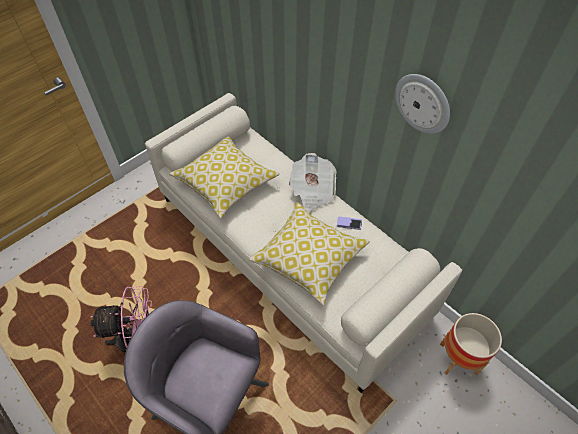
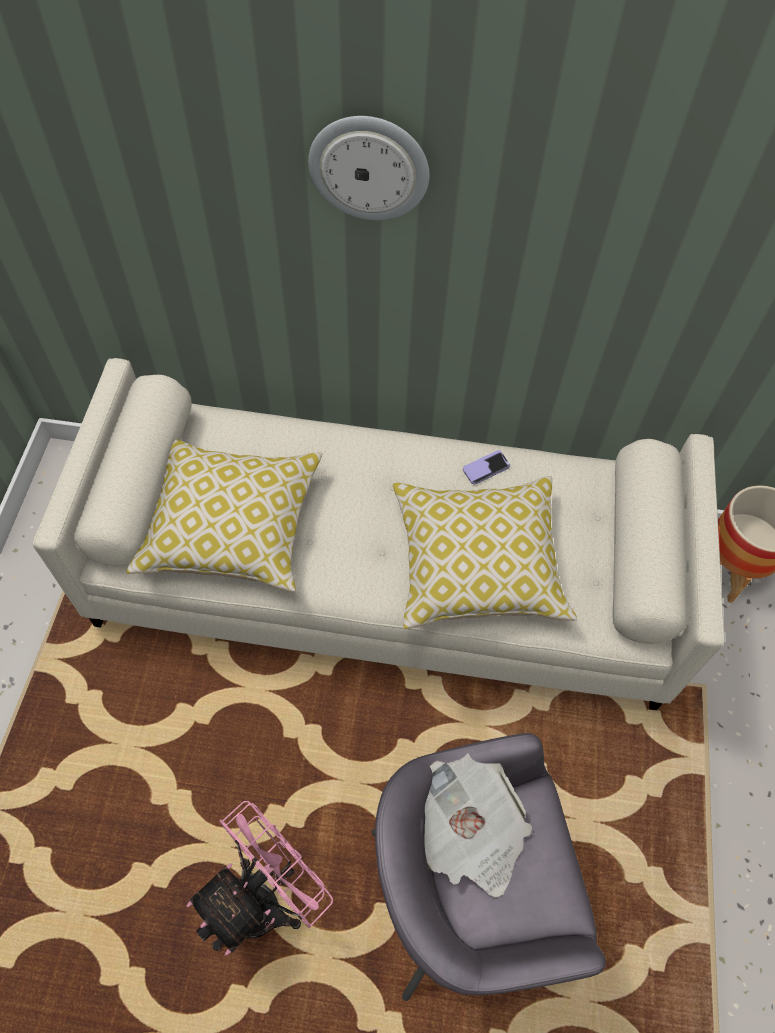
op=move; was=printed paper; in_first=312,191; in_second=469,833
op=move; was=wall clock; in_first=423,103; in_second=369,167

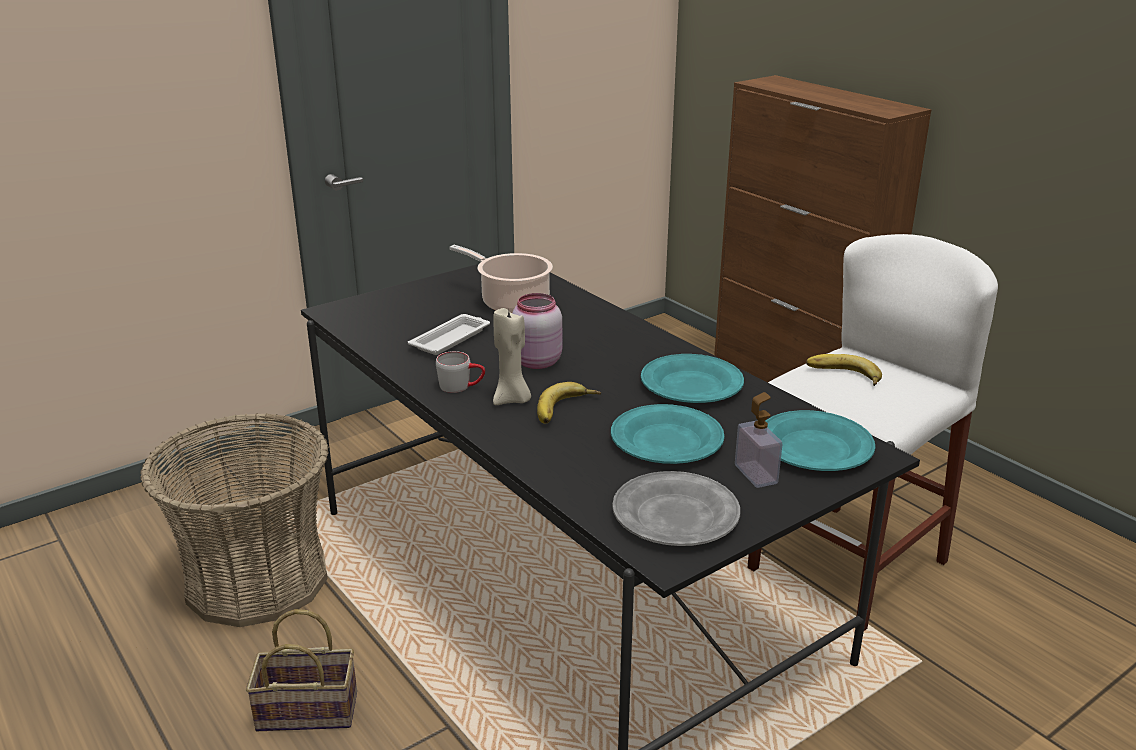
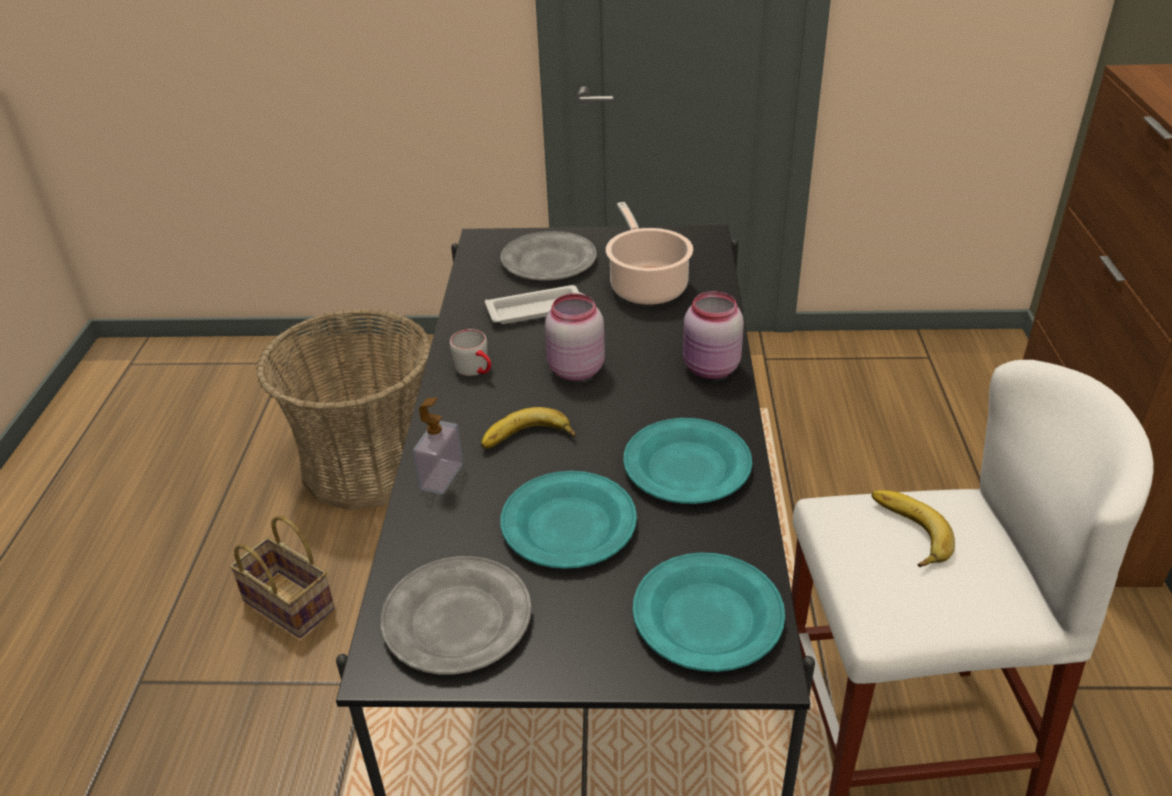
op=delete; was=sand-coloured candle; in_first=512,400
op=insert; now=gray flat dish; in_second=549,262
op=insert; now=pink-coloured jar; in_second=710,369
op=move; was=soap bottle; in_first=755,474; in_second=441,476

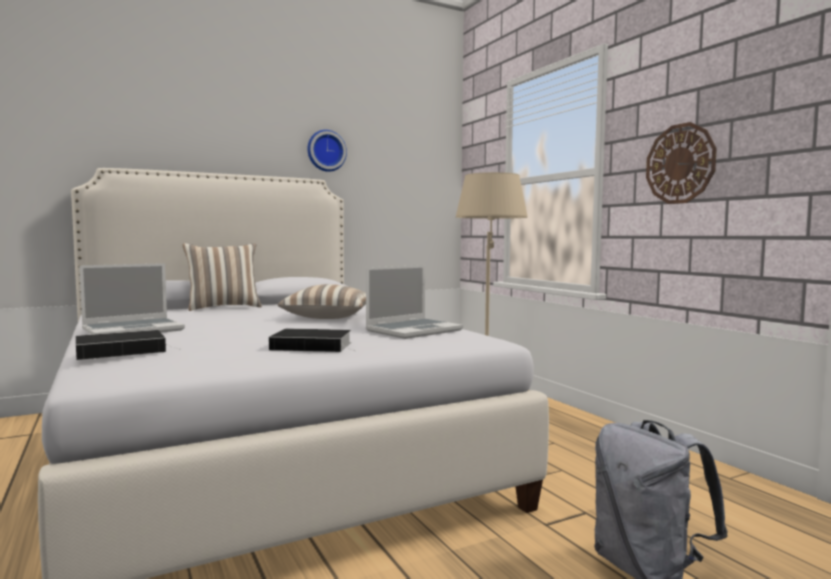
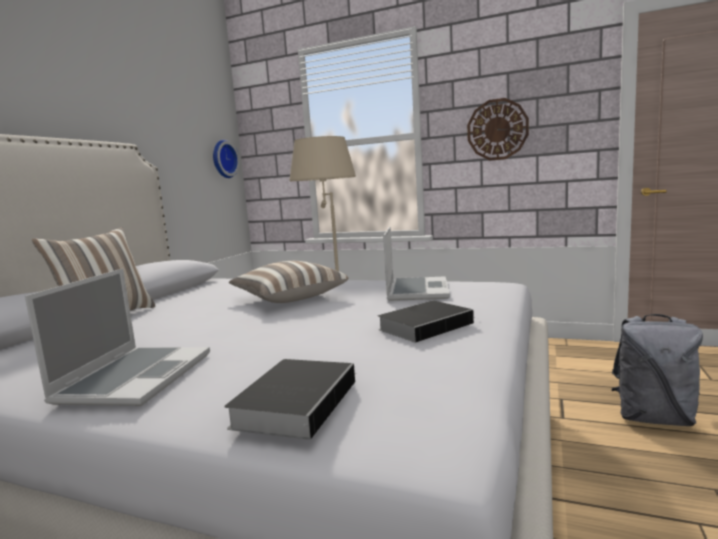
op=move; was=wall clock; in_first=326,151; in_second=223,159

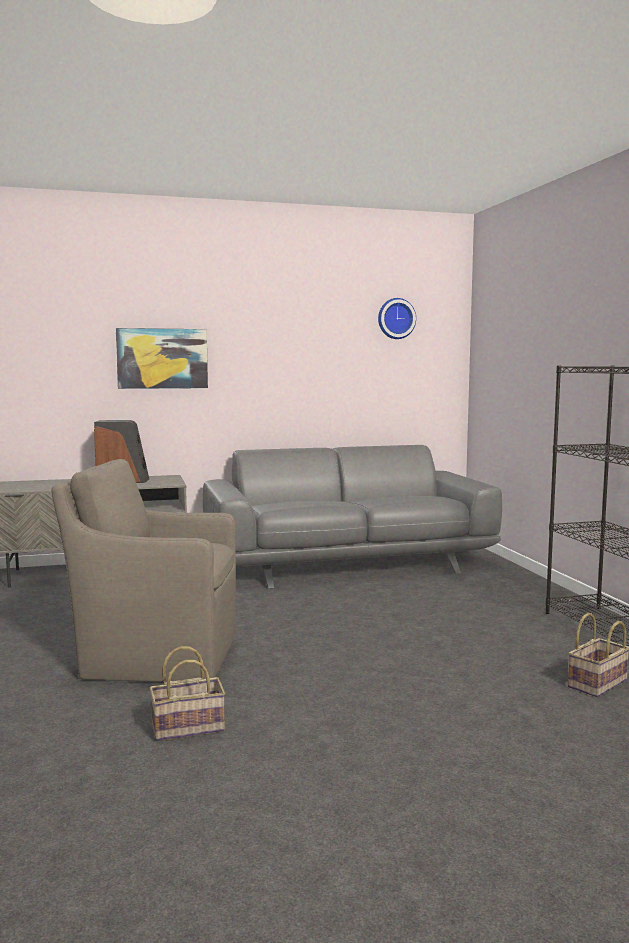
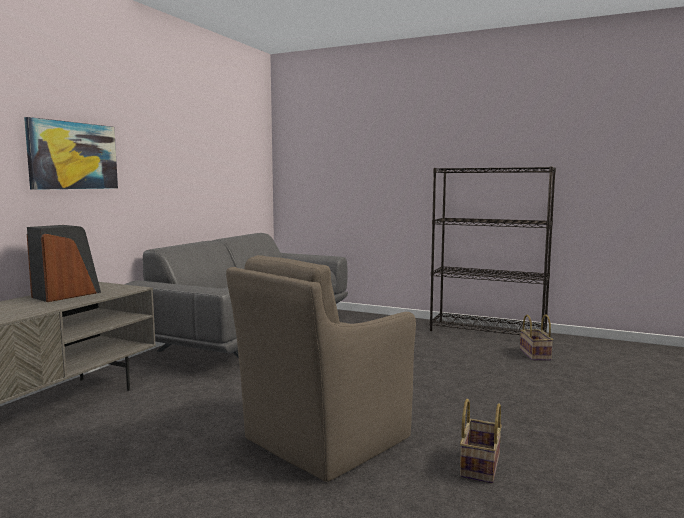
op=delete; was=wall clock; in_first=395,318

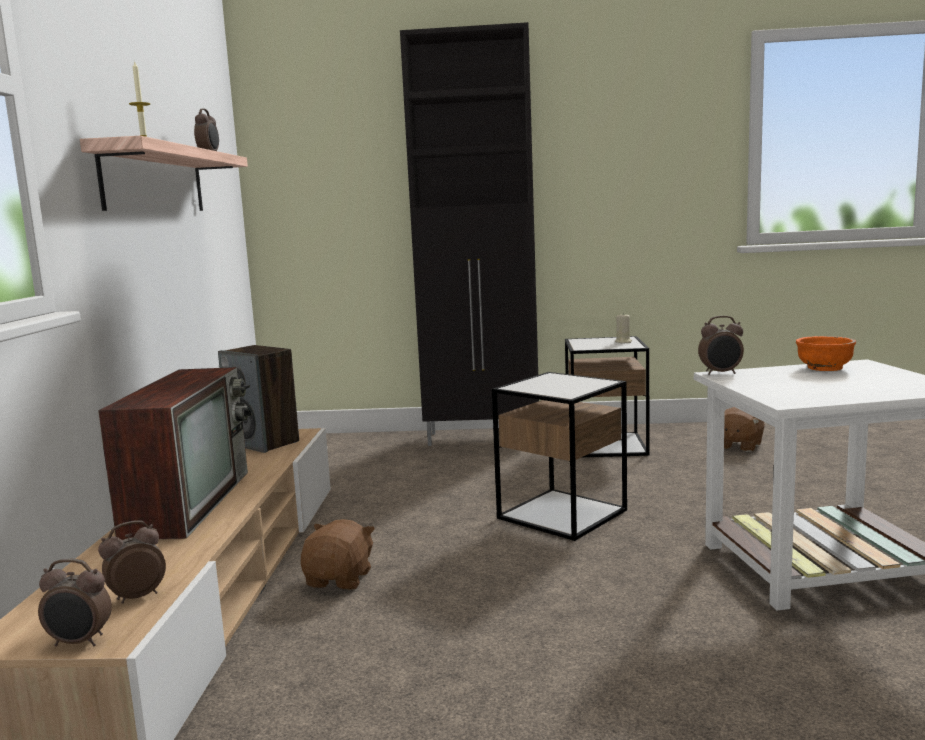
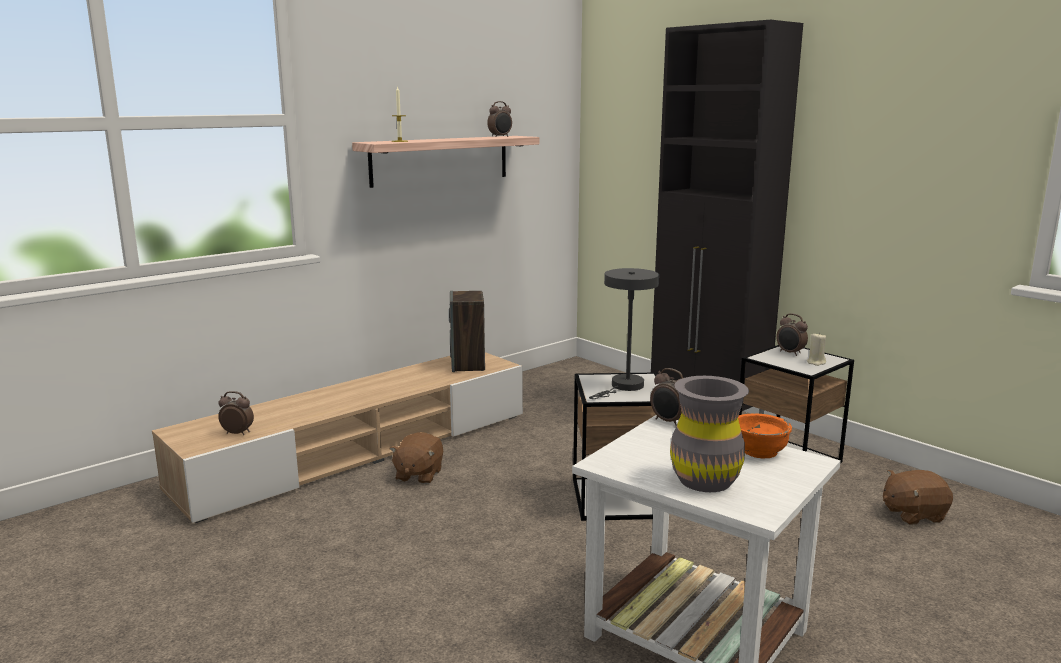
op=delete; was=TV; in_first=189,501
op=insert; now=gray table lamp; in_second=624,387
op=insert; now=gray decorative vase; in_second=705,480
op=move; was=bedside clock; in_first=79,642; in_second=790,353
op=rotate; was=brownish plush toy; in_first=340,579; in_second=418,475; clockwise=135

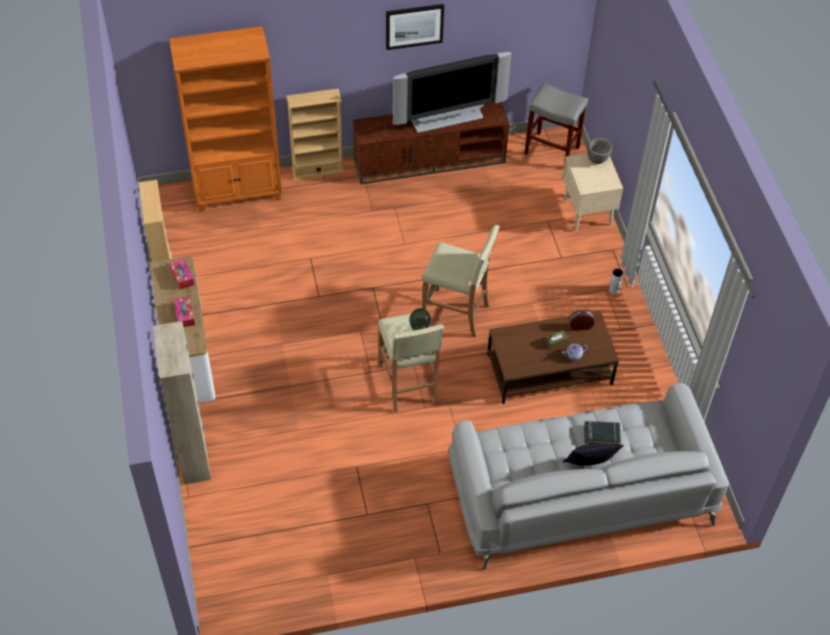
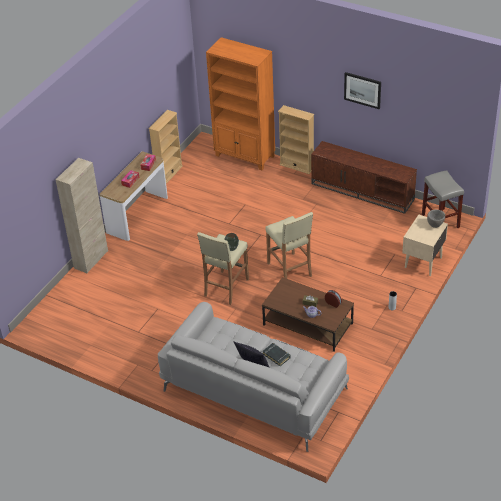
op=delete; was=TV; in_first=447,118

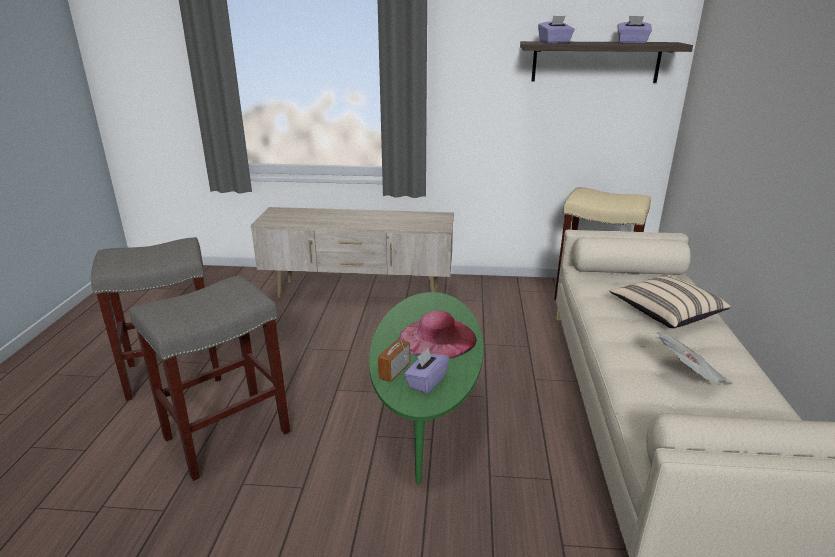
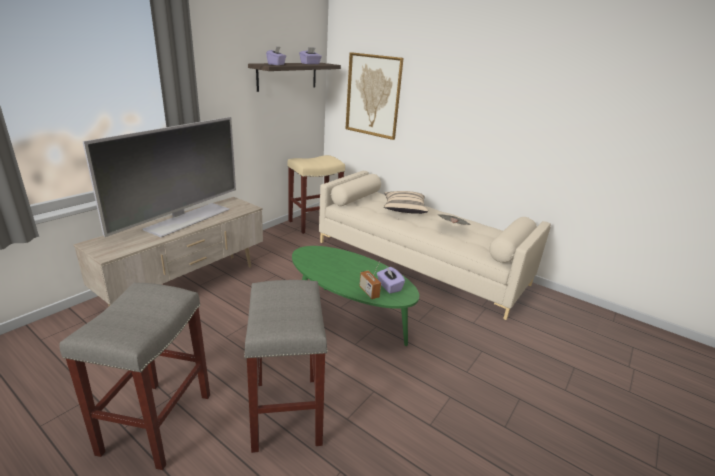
op=delete; was=pink-coloured hat; in_first=437,338
op=insert; now=TV; in_second=187,218
op=insert; now=picture; in_second=373,96

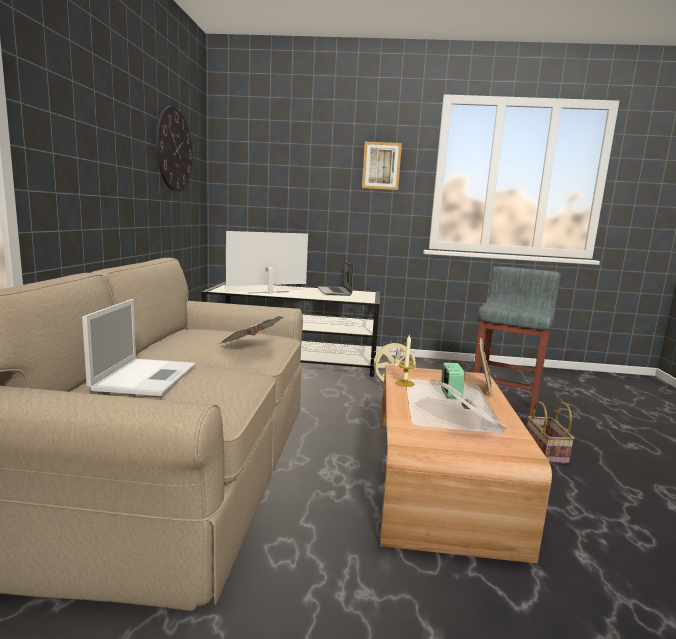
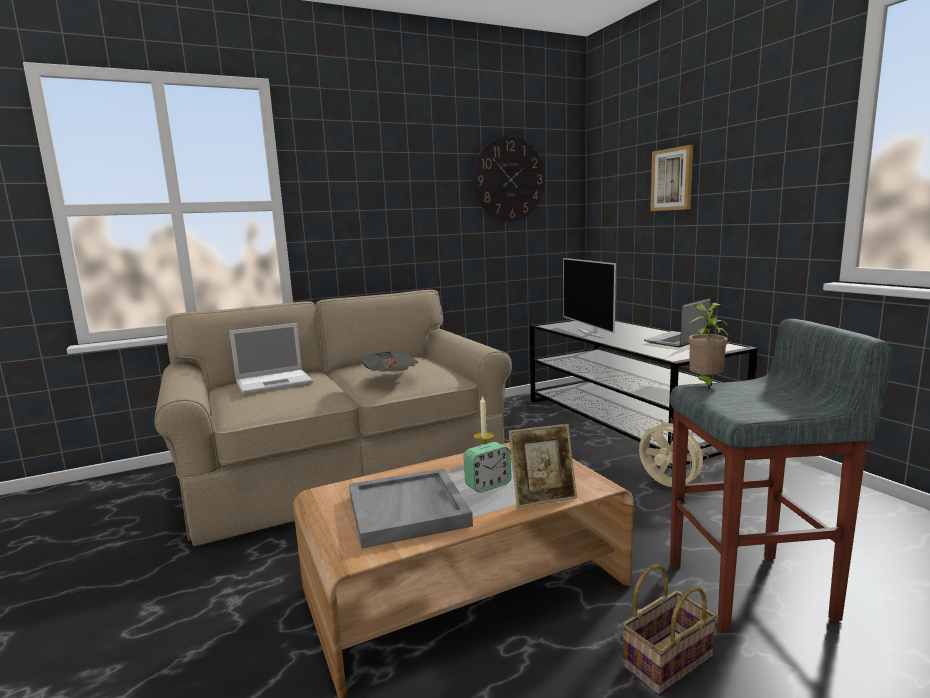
op=insert; now=houseplant; in_second=705,384
op=move; was=picture; in_first=381,166; in_second=672,179
op=replace; was=printed paper; now=gray tray; in_first=468,422; in_second=409,511
op=rotate; was=TV; in_first=268,292; in_second=591,333; clockwise=-135

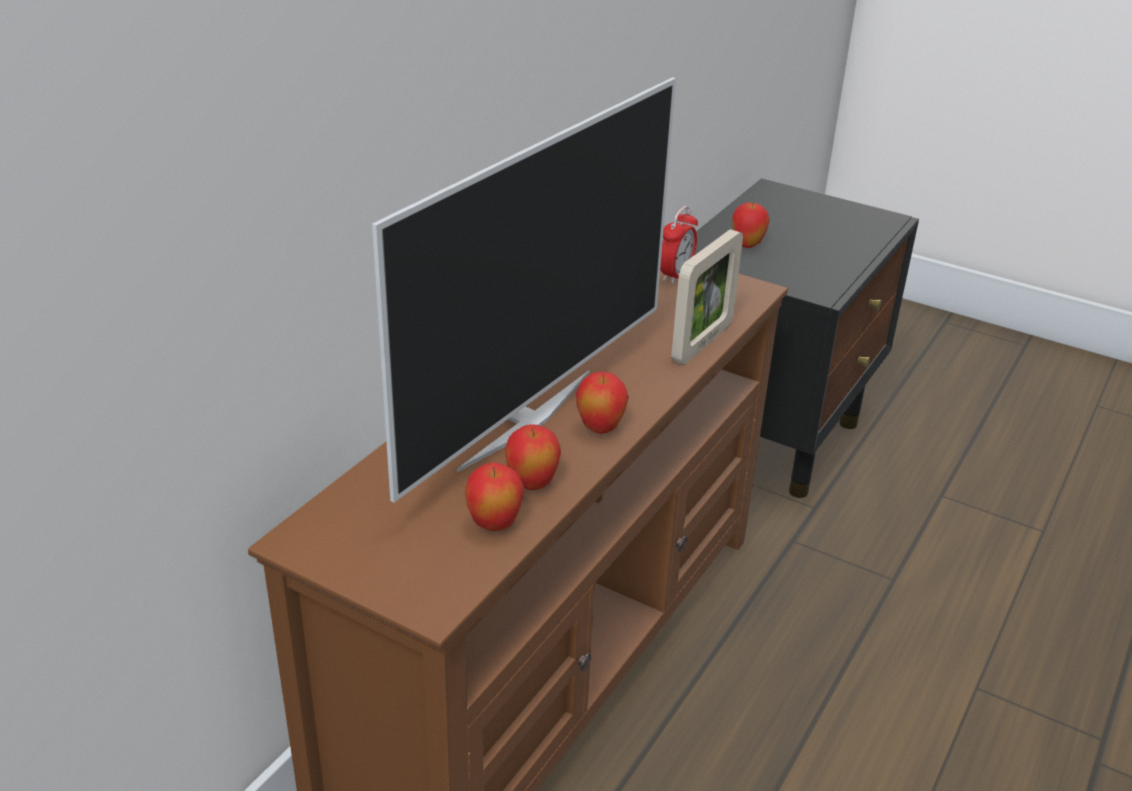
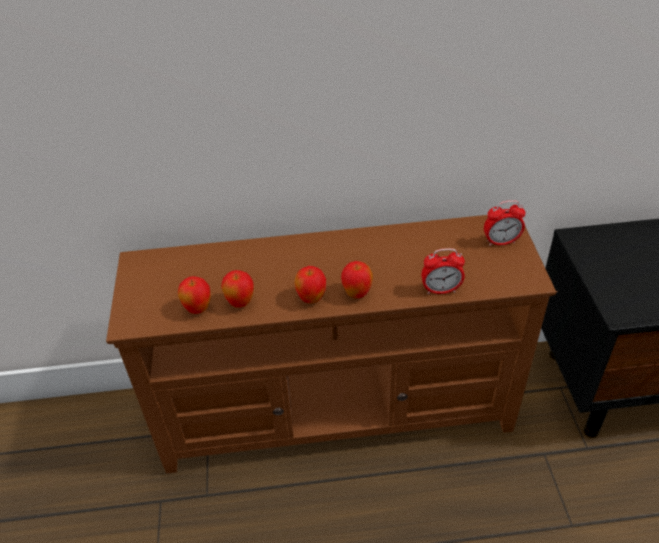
op=delete; was=TV; in_first=524,418
op=move; was=whole apple; in_first=747,244; in_second=357,294
op=replace; was=photo frame; now=bedside clock; in_first=702,343; in_second=441,290

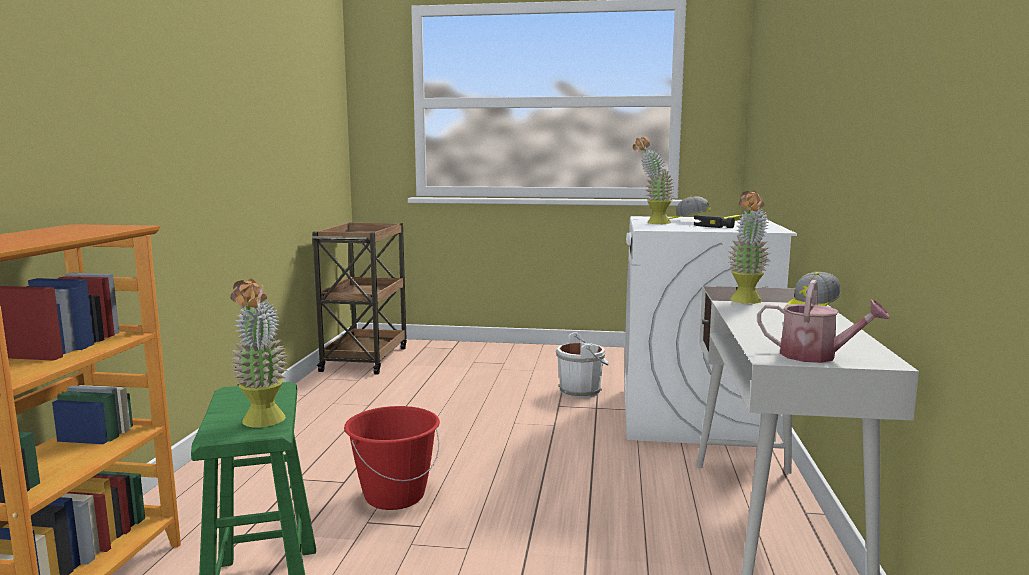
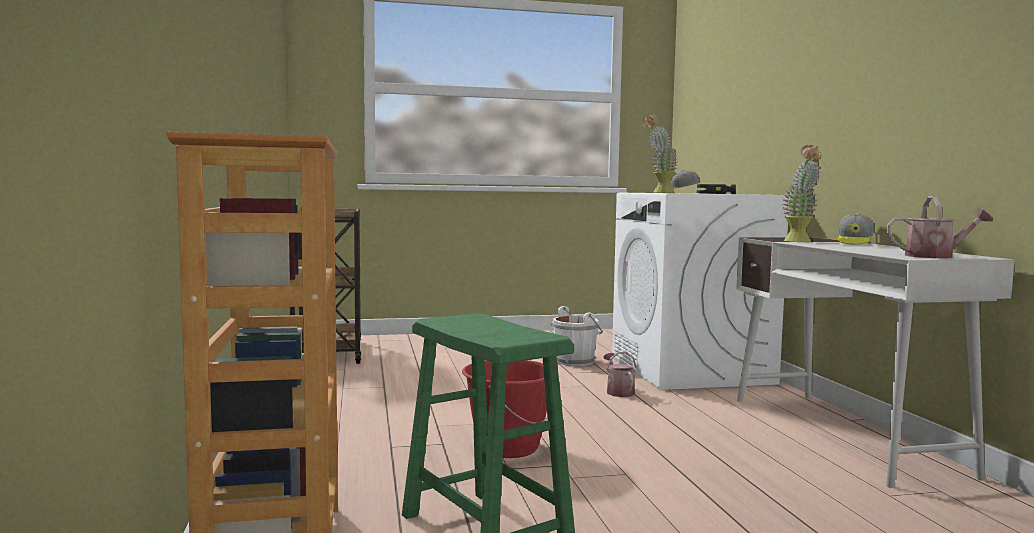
op=delete; was=houseplant; in_first=263,424
op=insert; now=watering can; in_second=618,391

